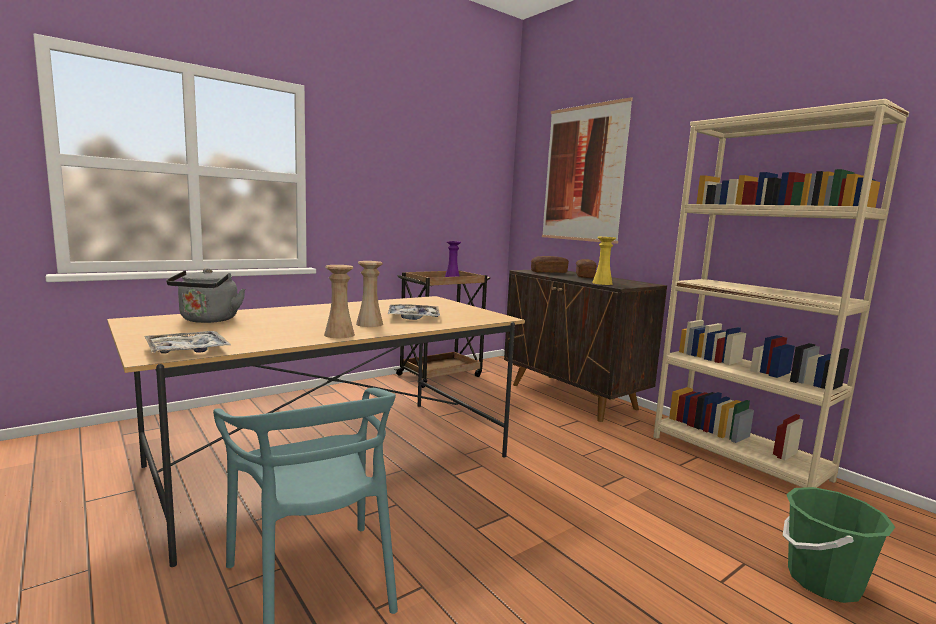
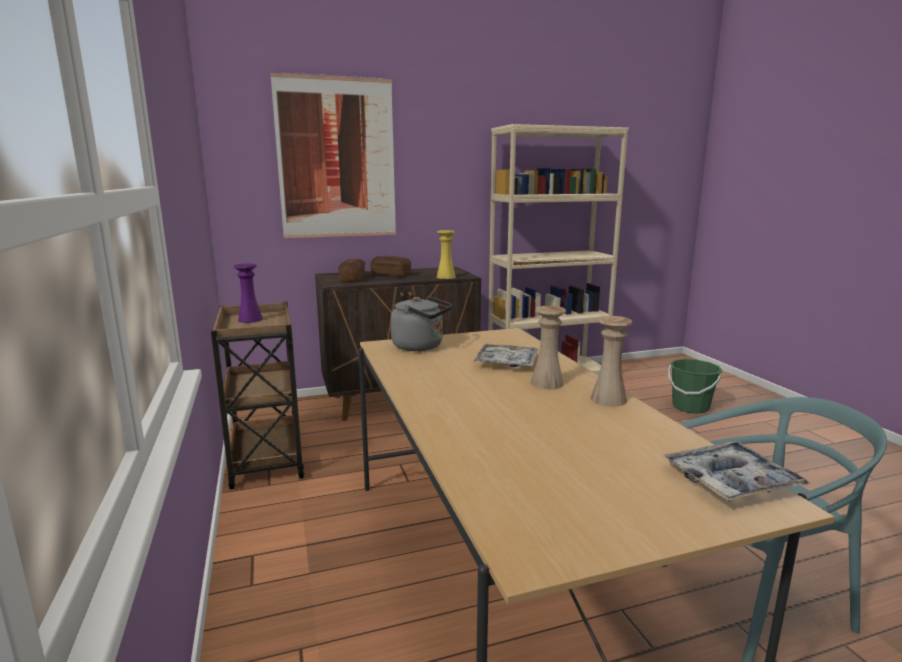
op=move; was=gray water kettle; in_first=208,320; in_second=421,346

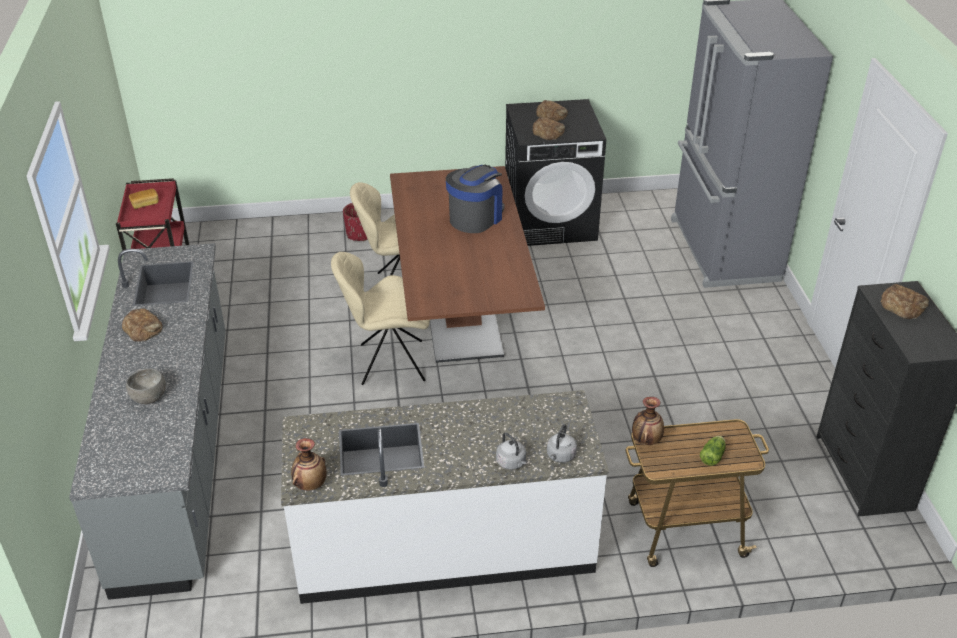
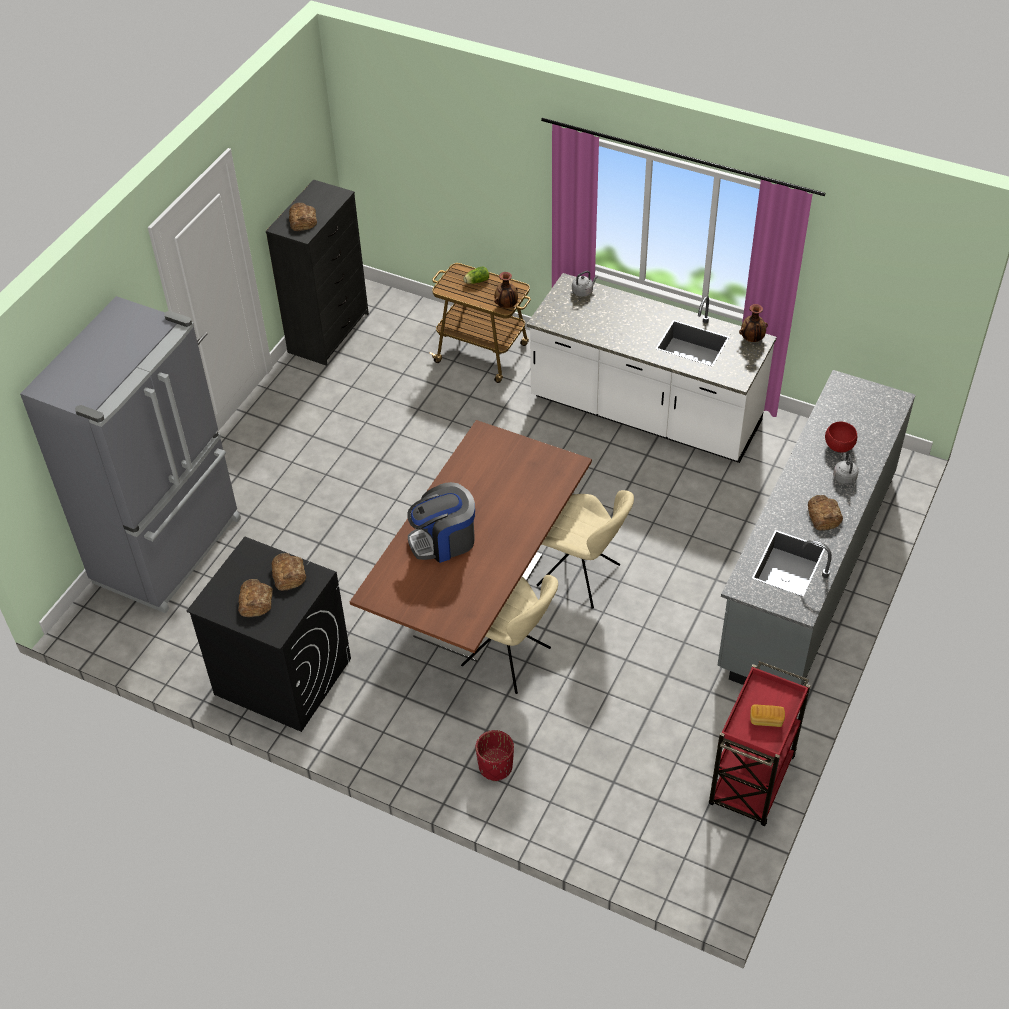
op=move; was=gray water kettle; in_first=512,463; in_second=844,476
op=recolor; was=gray bowl; now=reddish bowl; in_first=149,397; in_second=838,446

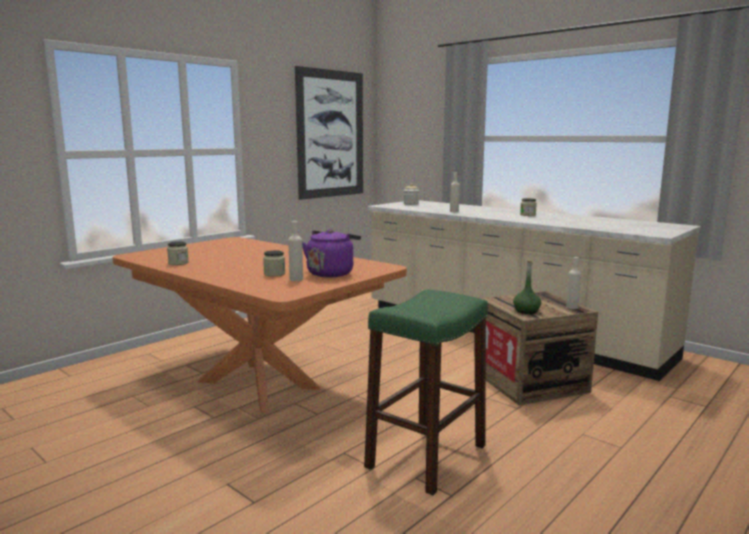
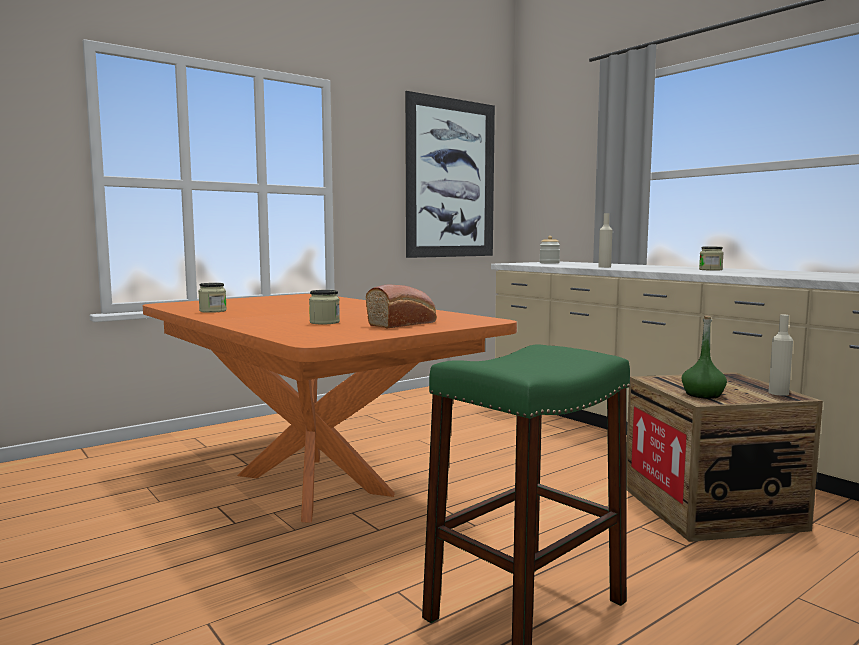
op=delete; was=sand-coloured beverage bottle; in_first=296,279
op=replace; was=purple-coloured water kettle; now=bakery bread; in_first=331,273; in_second=404,323

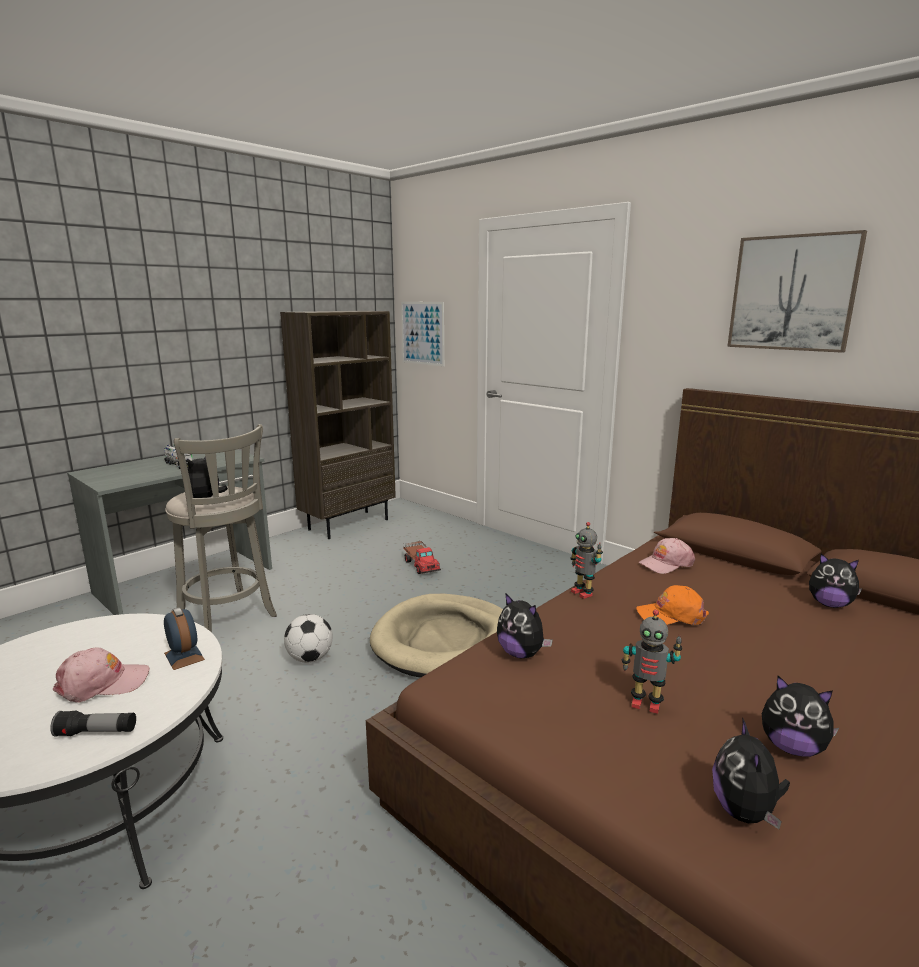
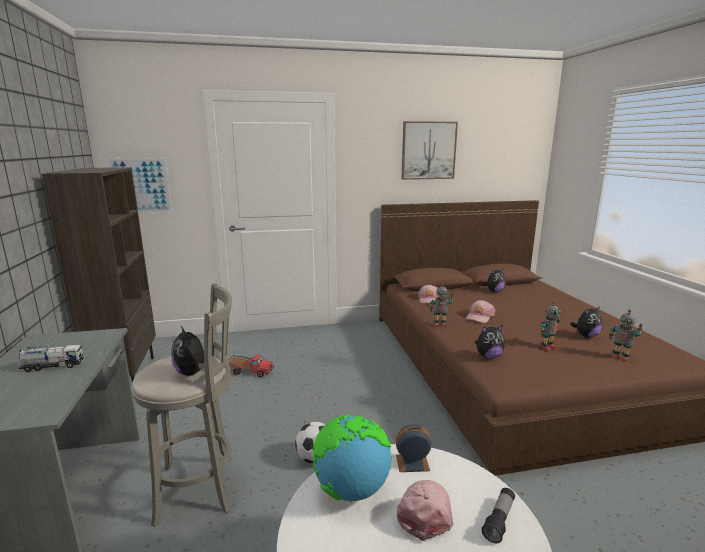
op=delete; was=sand-coloured pet bed; in_first=444,640
op=insert; now=world globe; in_second=351,490
op=replace; was=plush toy; now=robot figure; in_first=745,811; in_second=620,357
op=recolor; was=orangey peaked cap; now=pink-coloured peaked cap; in_first=671,615; in_second=479,316

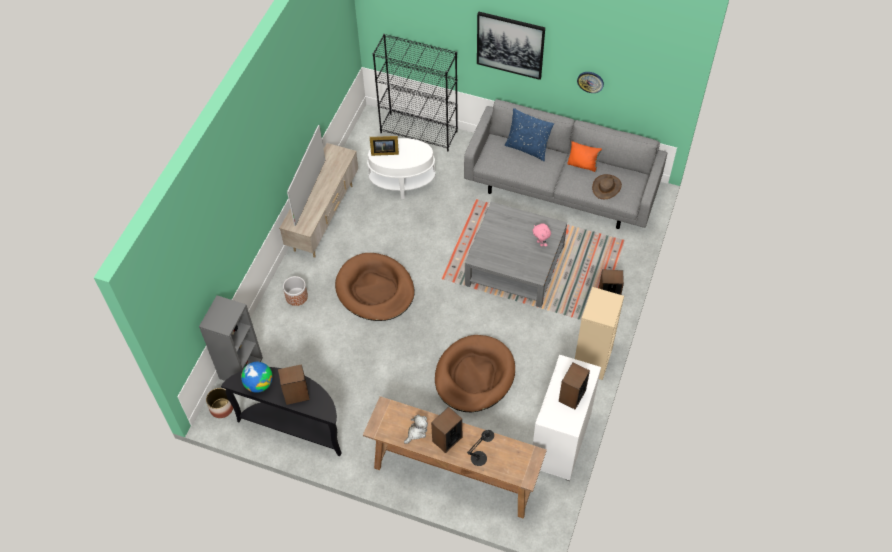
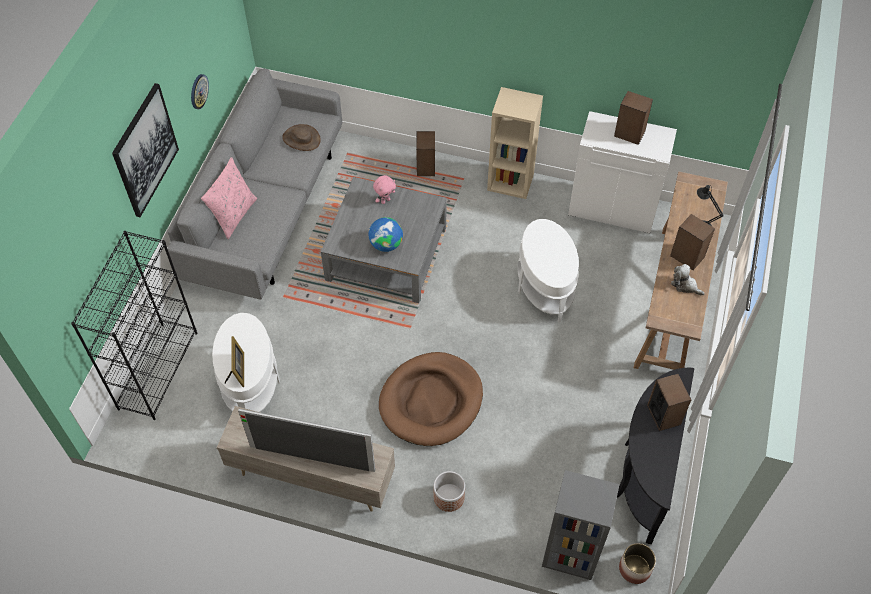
op=delete; was=orangey pillow; in_first=583,165
op=move; was=world globe; in_first=259,384; in_second=386,244
op=replace; was=brownish pet bed; now=whitish accent table; in_first=474,376; in_second=544,288
op=recolor; was=bluish pillow; now=pink-coloured pillow; in_first=527,148; in_second=234,215

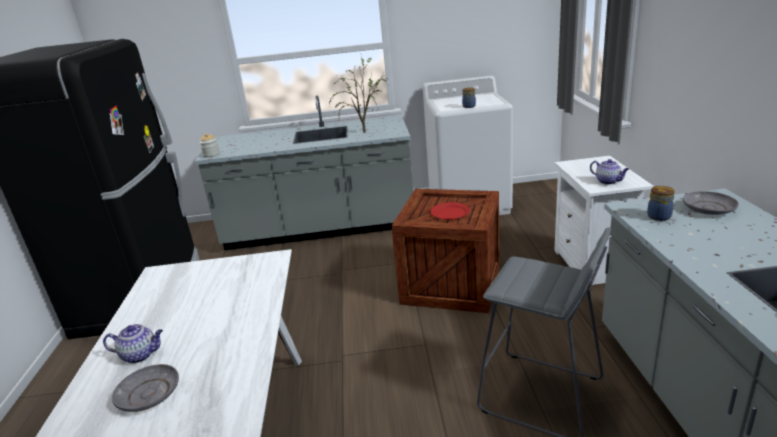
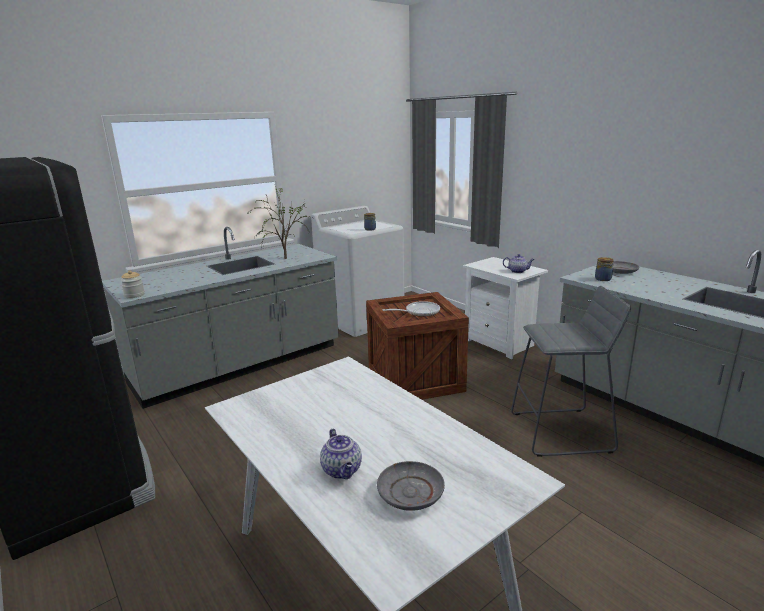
op=replace; was=reddish flat dish; now=frying pan; in_first=449,213; in_second=419,312
op=rotate; was=tea pot; in_first=140,354; in_second=342,470; clockwise=105

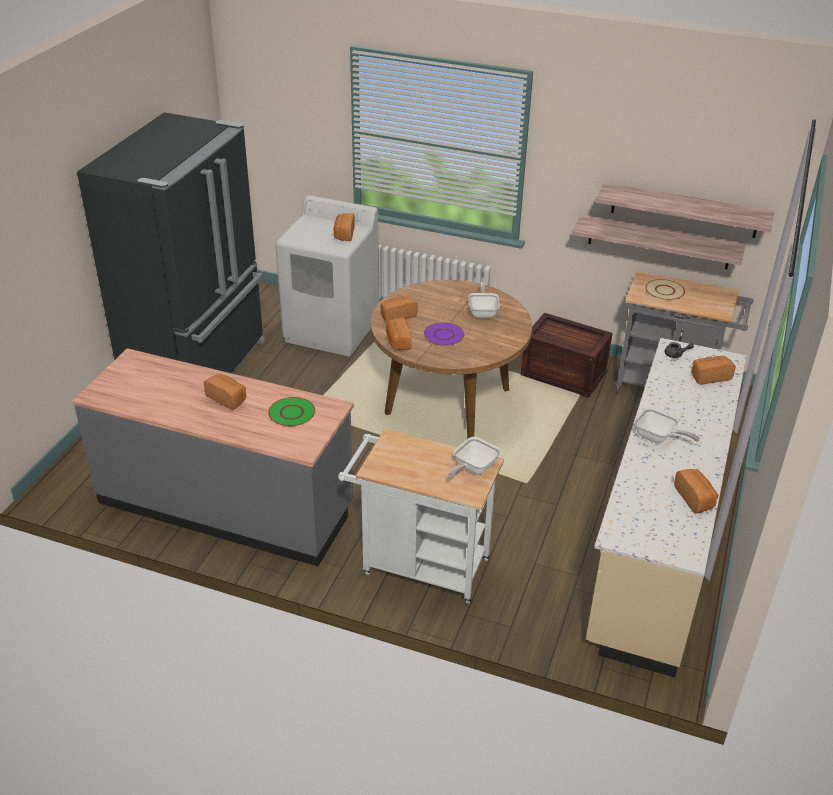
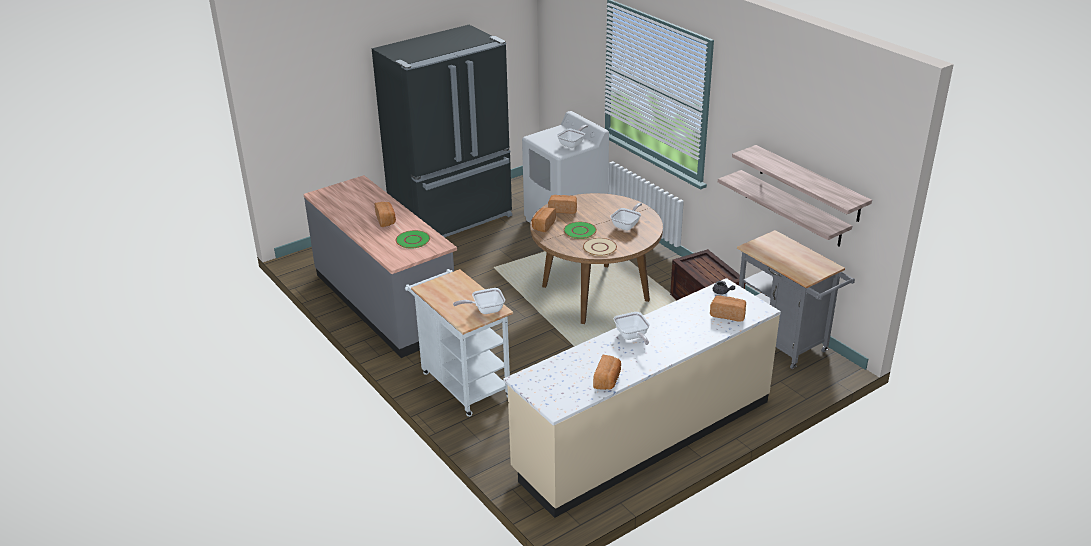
op=move; was=sand-coloured flat dish; in_first=664,291; in_second=599,248
op=replace; was=bakery bread; now=frying pan; in_first=344,234; in_second=573,144
op=recolor; was=purple-coloured flat dish; now=green-coloured flat dish; in_first=444,335; in_second=579,231

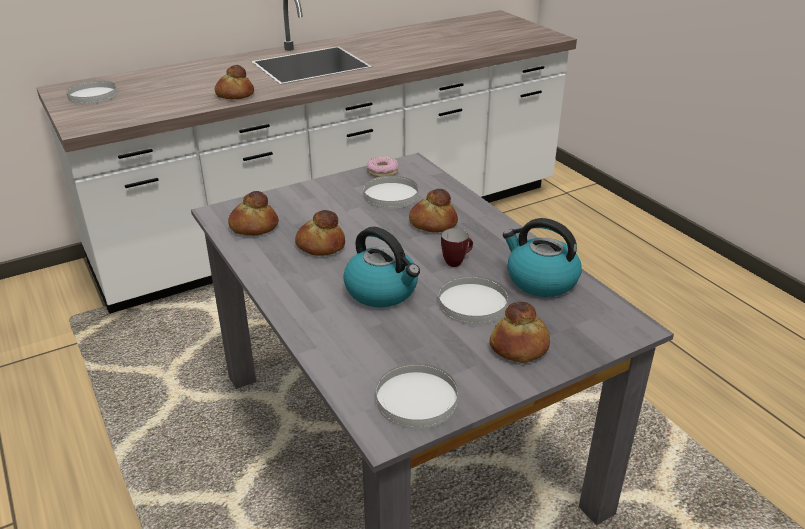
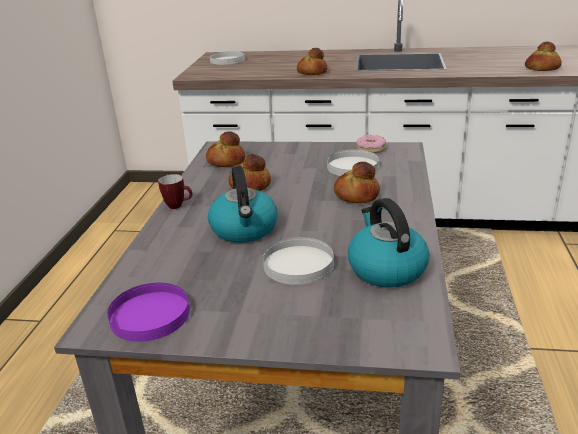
op=move; was=mug; in_first=456,262; in_second=178,206
op=move; was=bakery bread; in_first=520,346; in_second=542,68
op=recolor; was=whitish flat dish; now=purple-coloured flat dish; in_first=416,399; in_second=149,315

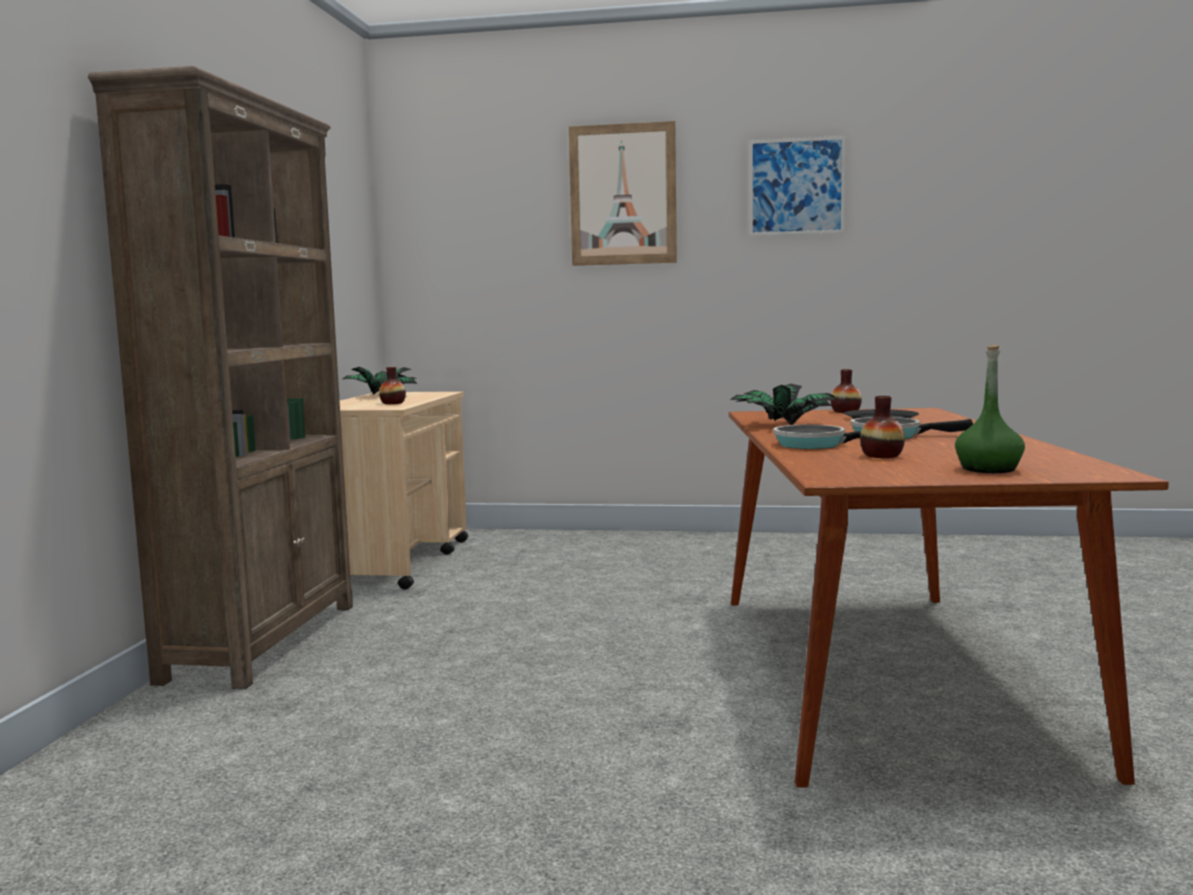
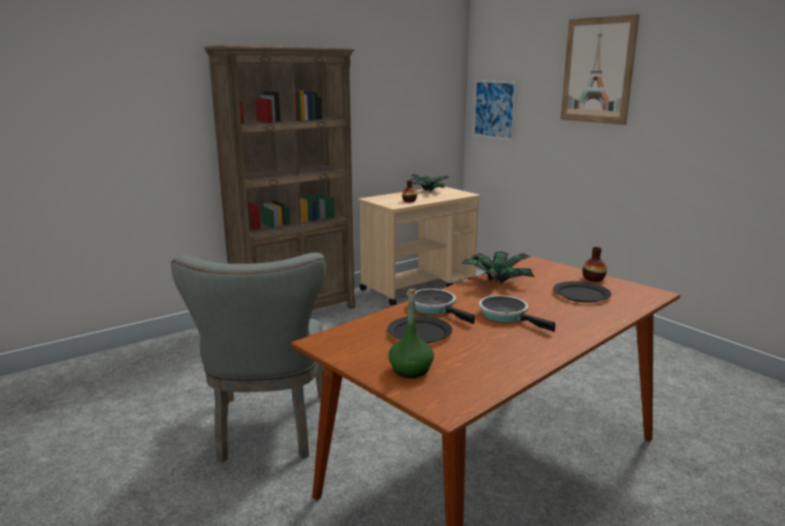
op=insert; now=gray chair; in_second=269,431
op=move; was=picture; in_first=796,186; in_second=494,109
op=replace; was=decorative vase; now=black-coloured flat dish; in_first=882,456; in_second=419,333

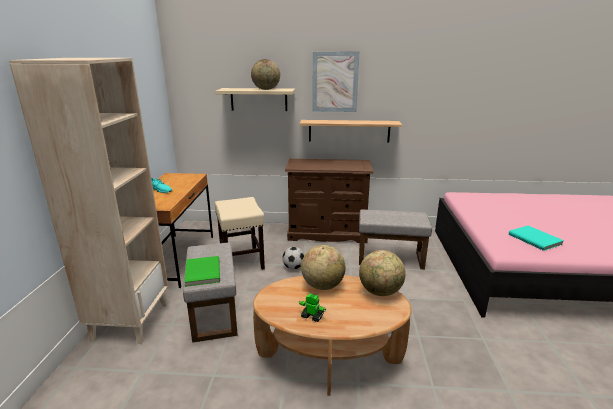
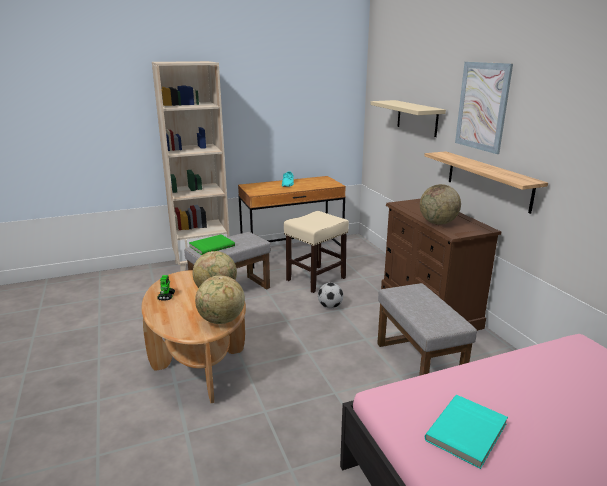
op=move; was=world globe; in_first=266,89; in_second=438,223

